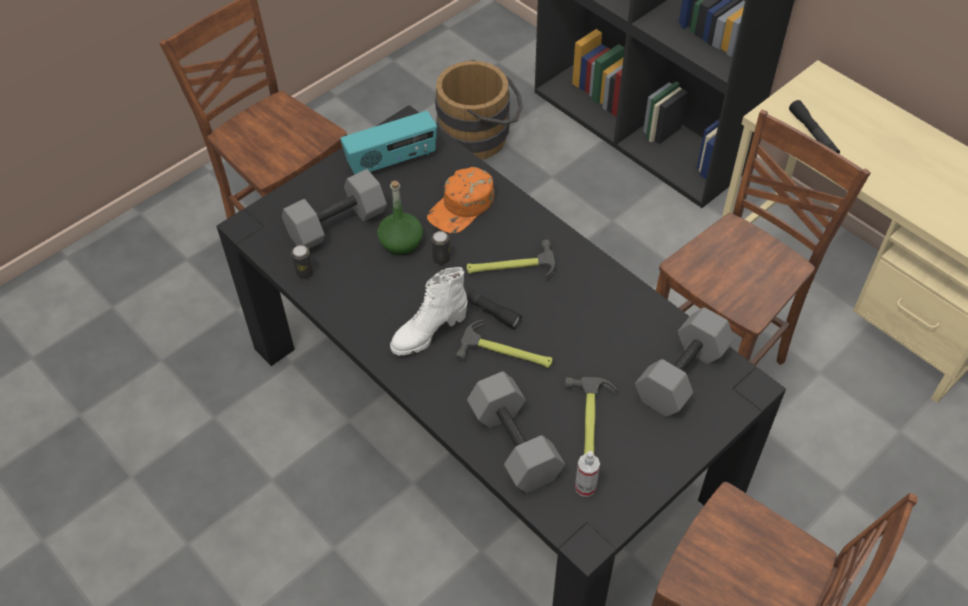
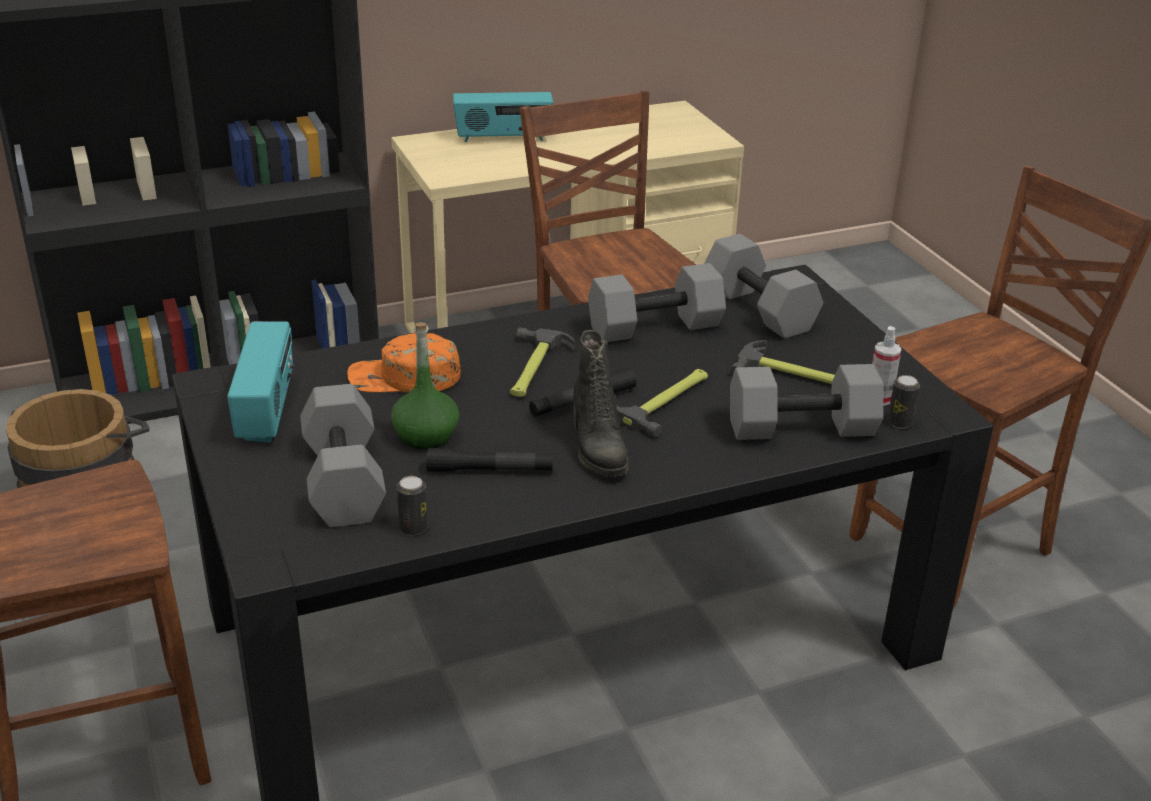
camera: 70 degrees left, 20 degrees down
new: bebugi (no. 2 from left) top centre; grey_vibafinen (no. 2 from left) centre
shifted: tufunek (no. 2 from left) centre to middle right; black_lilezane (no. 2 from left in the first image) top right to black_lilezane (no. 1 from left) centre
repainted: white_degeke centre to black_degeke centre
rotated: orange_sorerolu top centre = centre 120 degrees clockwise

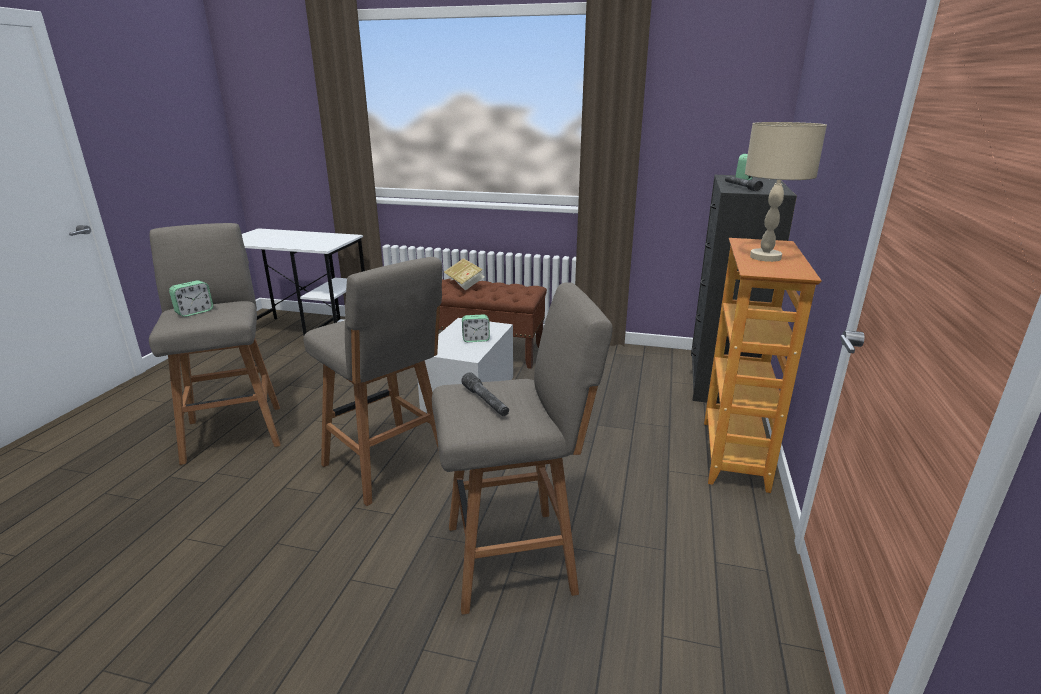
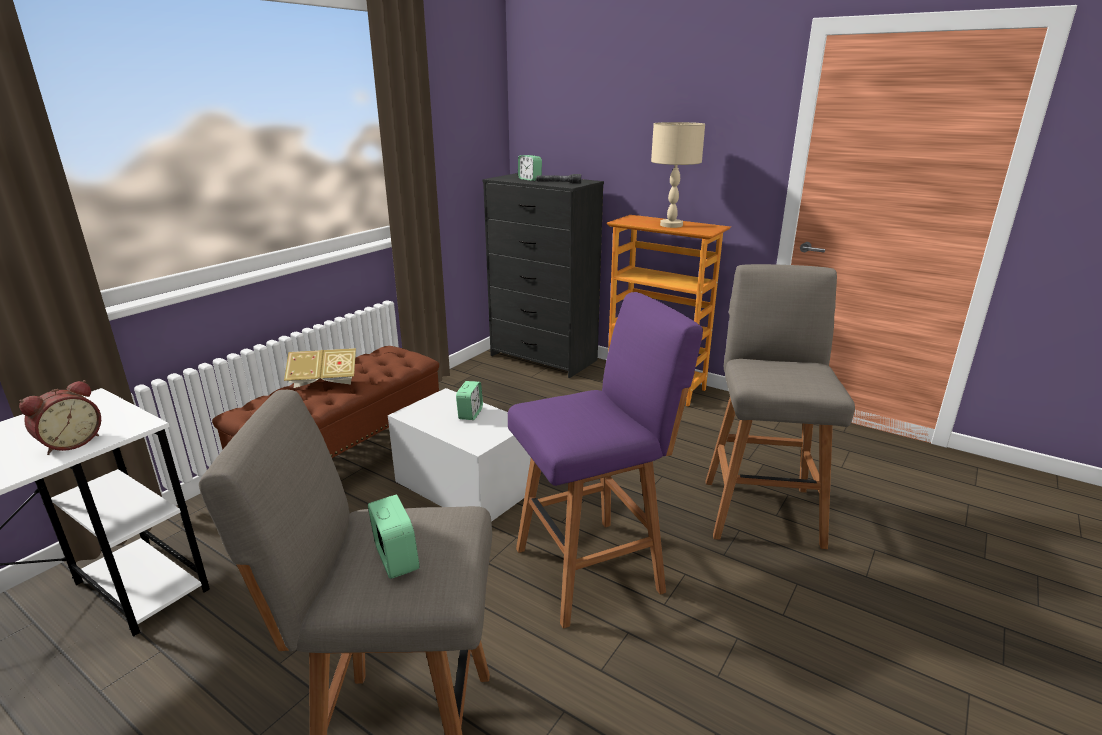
camera: 70 degrees left, 0 degrees up
gone: grey_lilezane (no. 1 from left) centre
new: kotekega (no. 1 from left) middle left
repainted: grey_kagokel (no. 2 from left) centre to purple_kagokel centre

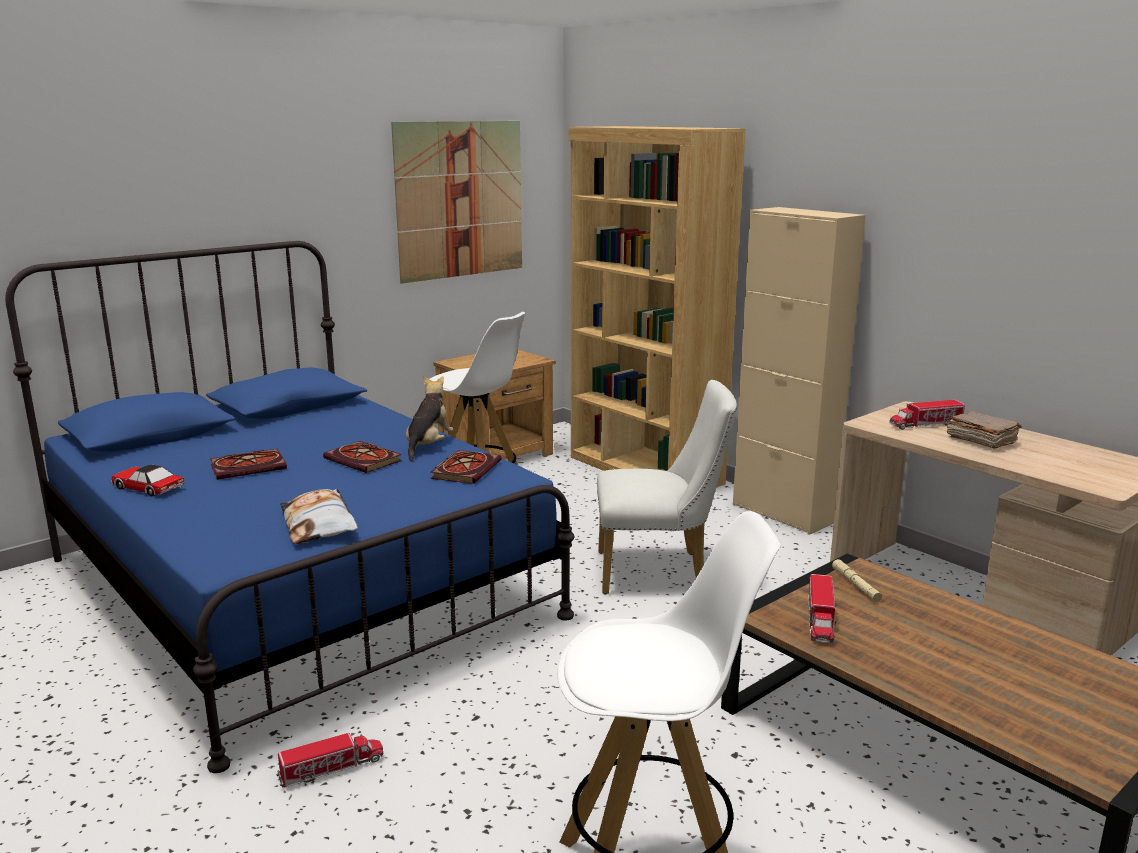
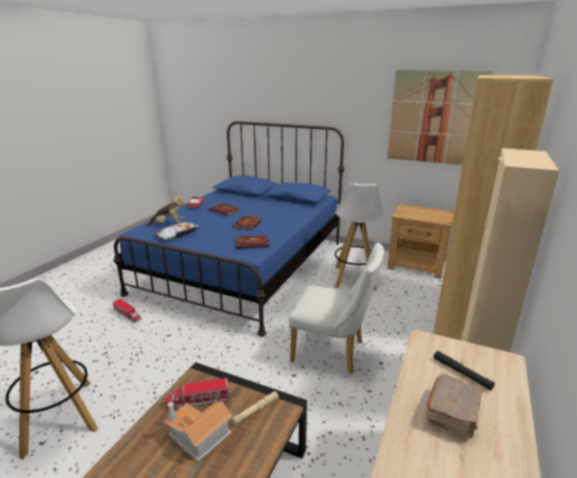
camera: 65 degrees right, 5 degrees up
new: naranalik bottom centre
shifted: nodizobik centre to middle left
swapped: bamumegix (no. 3 from left) middle right to black_lilezane bottom right
rotated: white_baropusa centre = centre 45 degrees counterclockwise

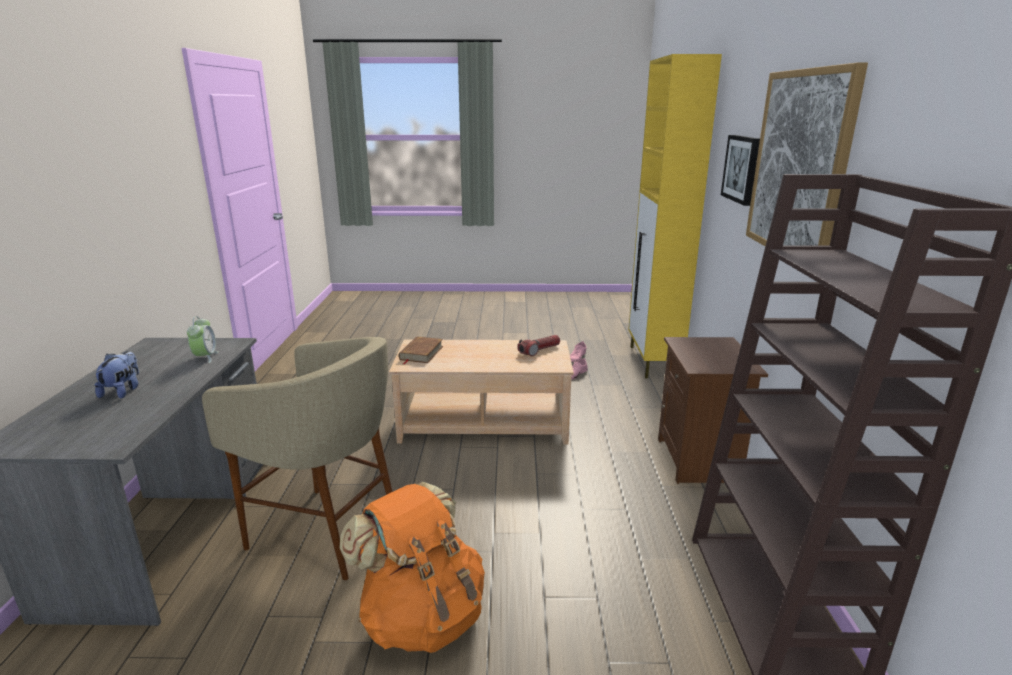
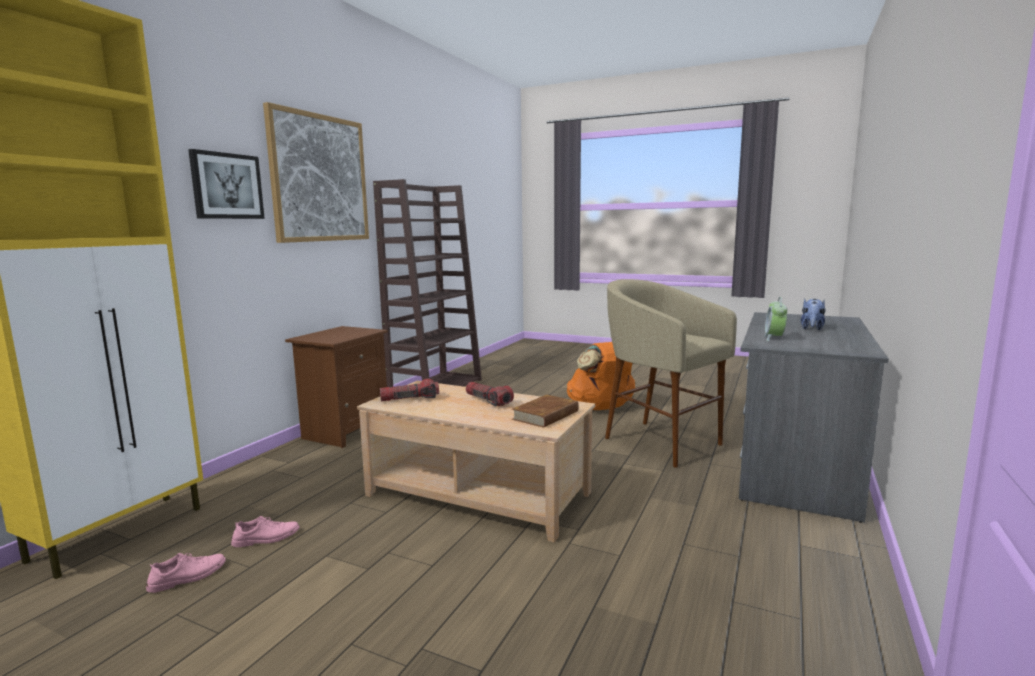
camera: 155 degrees left, 10 degrees down
new: lilezane (no. 2 from left) centre

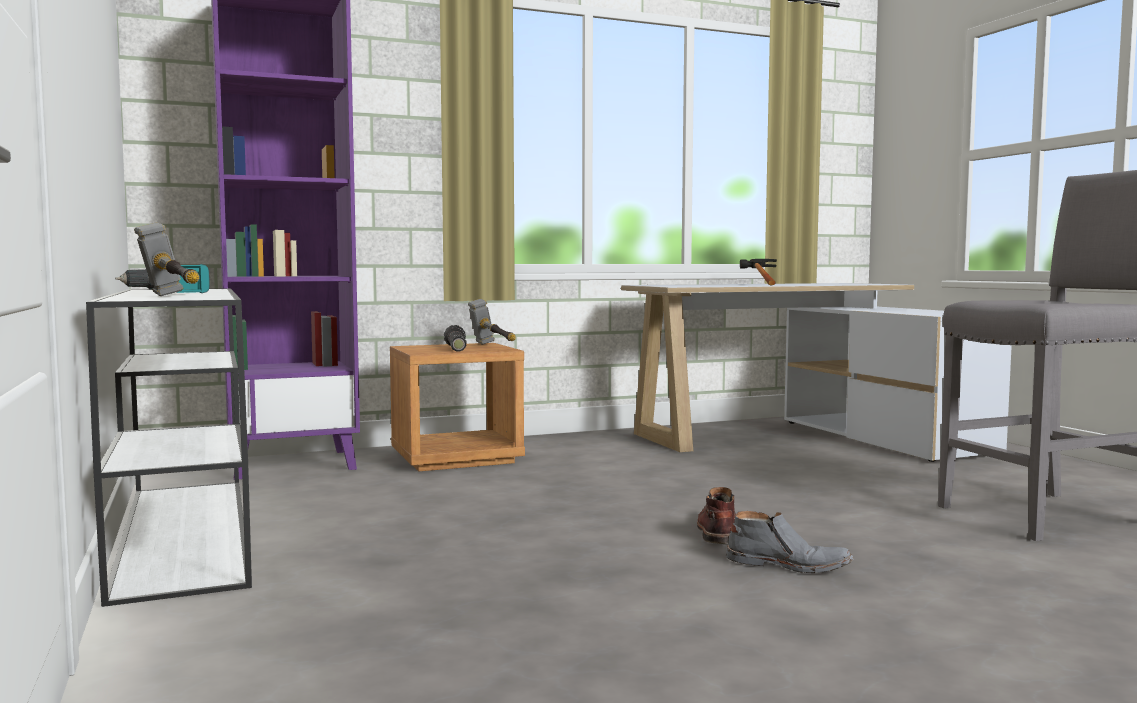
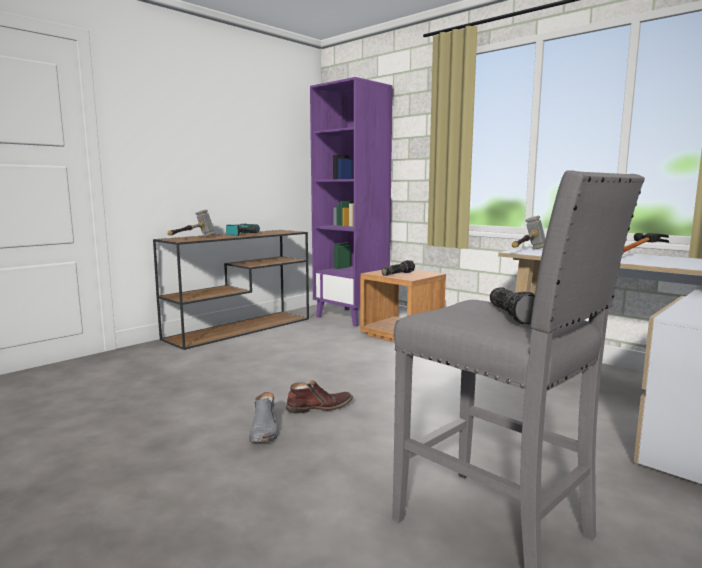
camera: 65 degrees right, 5 degrees up
new: lilezane (no. 2 from left) middle right
shifted: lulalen (no. 2 from left) centre to middle right
repainted: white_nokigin middle left to brown_nokigin middle left

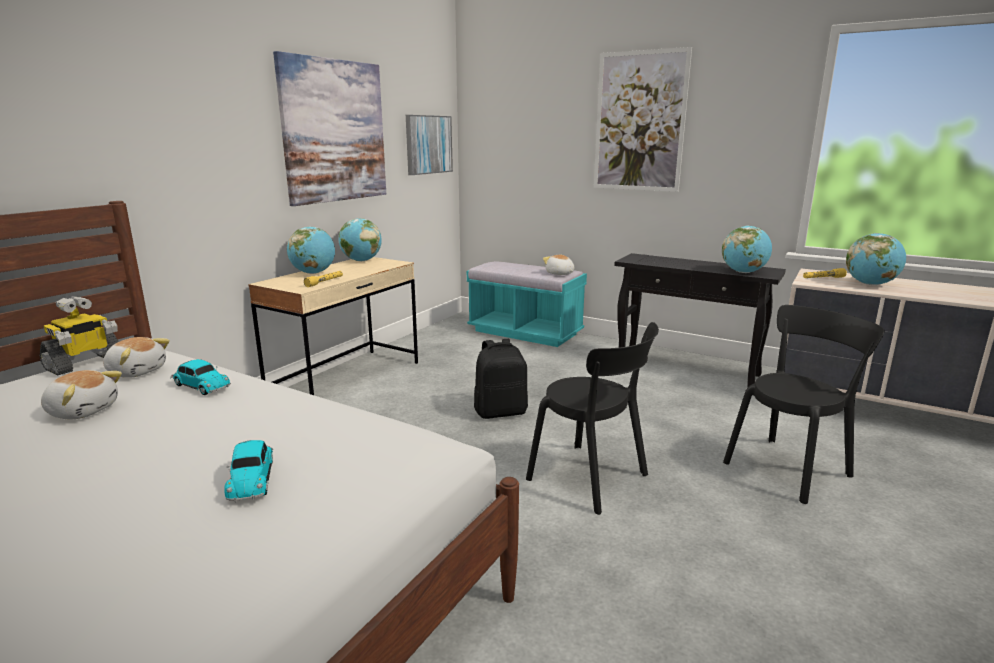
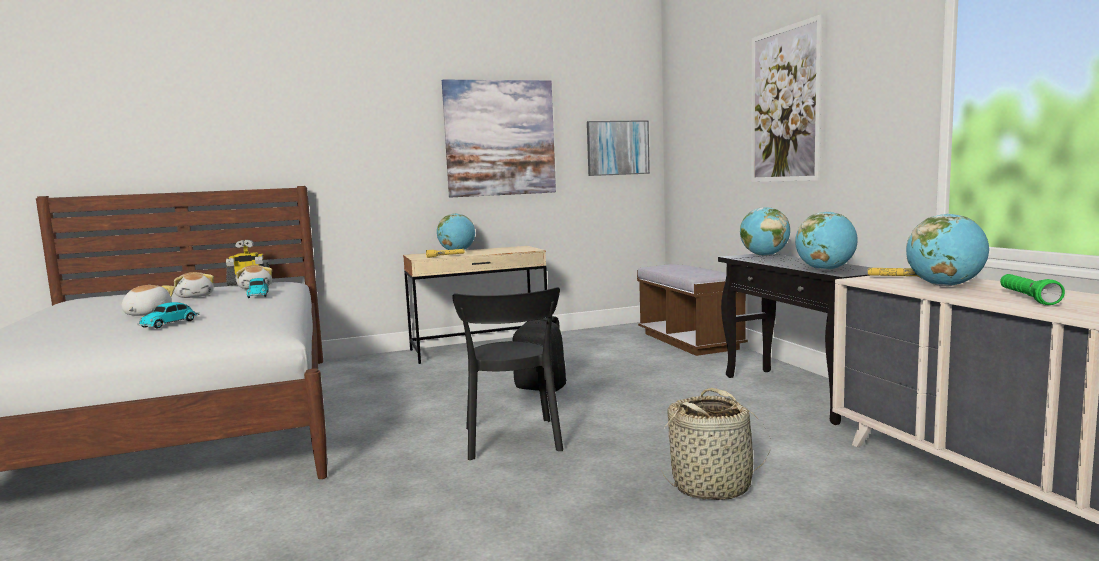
camera: 40 degrees right, 10 degrees down
new: green_lilezane middle right
shifted: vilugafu (no. 2 from left) centre to middle right; nodizobik (no. 3 from left in the first image) centre to nodizobik (no. 1 from left) middle left
swapped: black_baropusa (no. 2 from left) middle right to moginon bottom centre
repainted: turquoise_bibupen centre to brown_bibupen centre

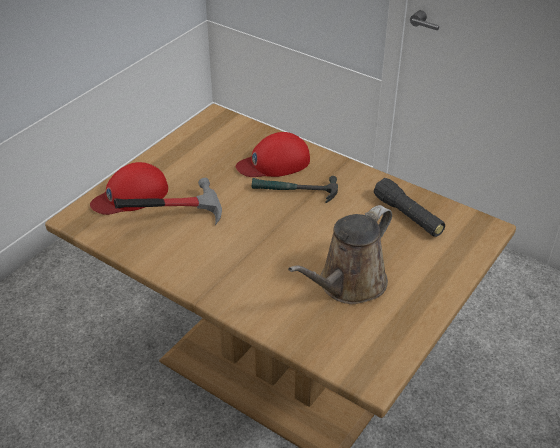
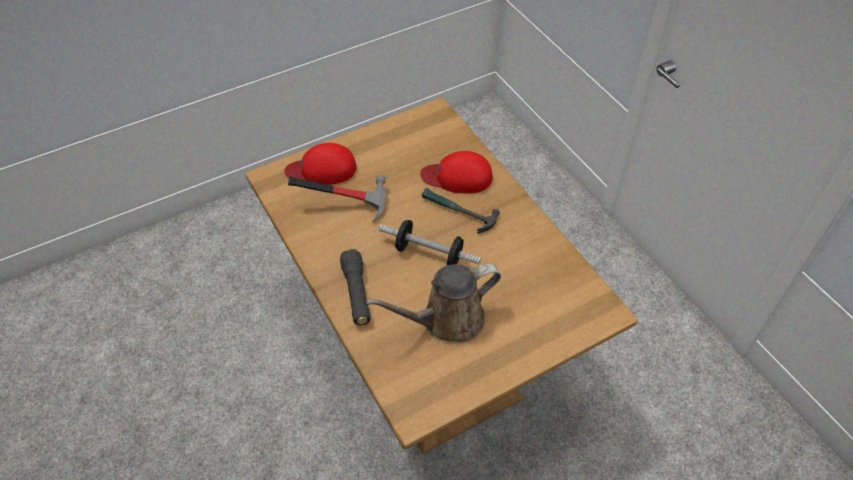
camera: 25 degrees right, 10 degrees up
new: vibafinen centre
shifted: black_lilezane middle right to centre

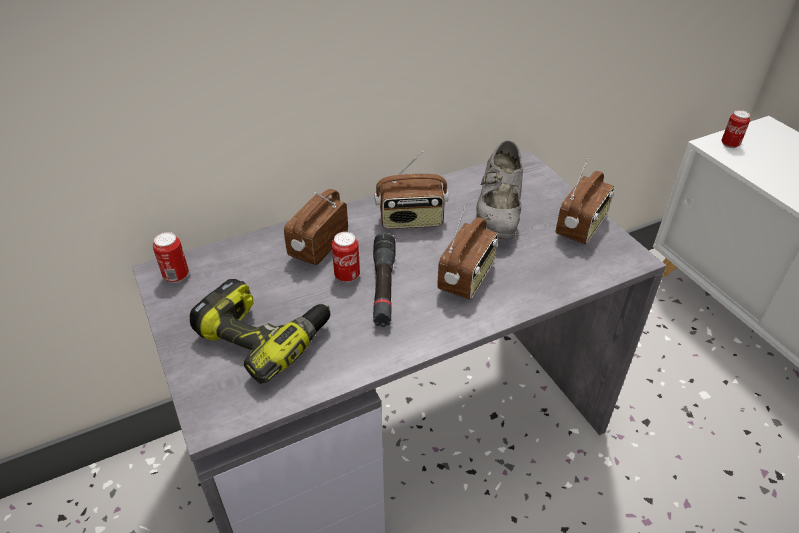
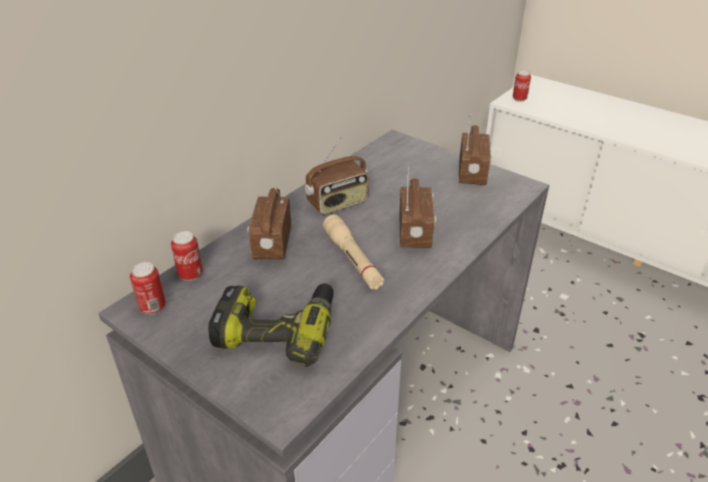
camera: 25 degrees left, 5 degrees down
gone: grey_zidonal centre
shifted: tufunek (no. 2 from left) centre to middle left
repainted: black_lilezane centre to beige_lilezane centre

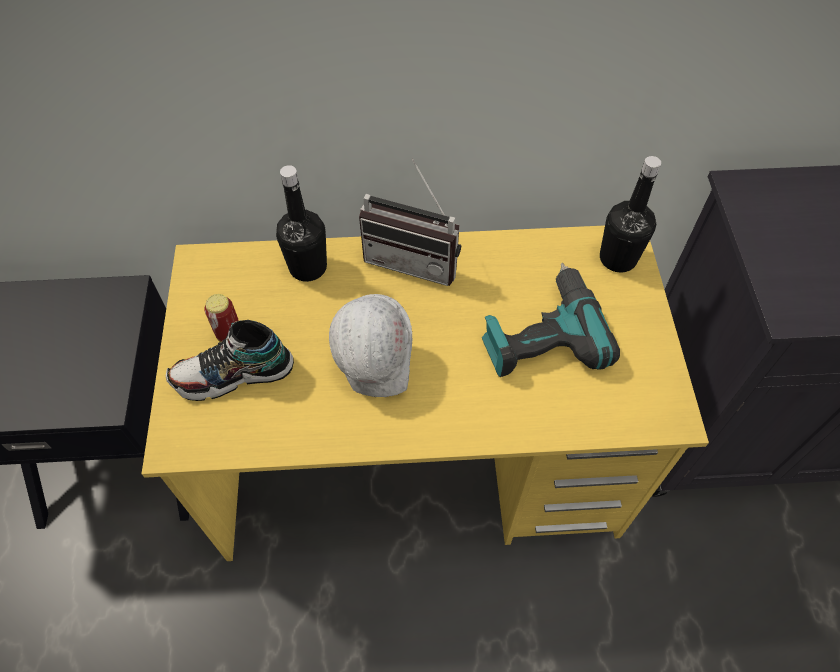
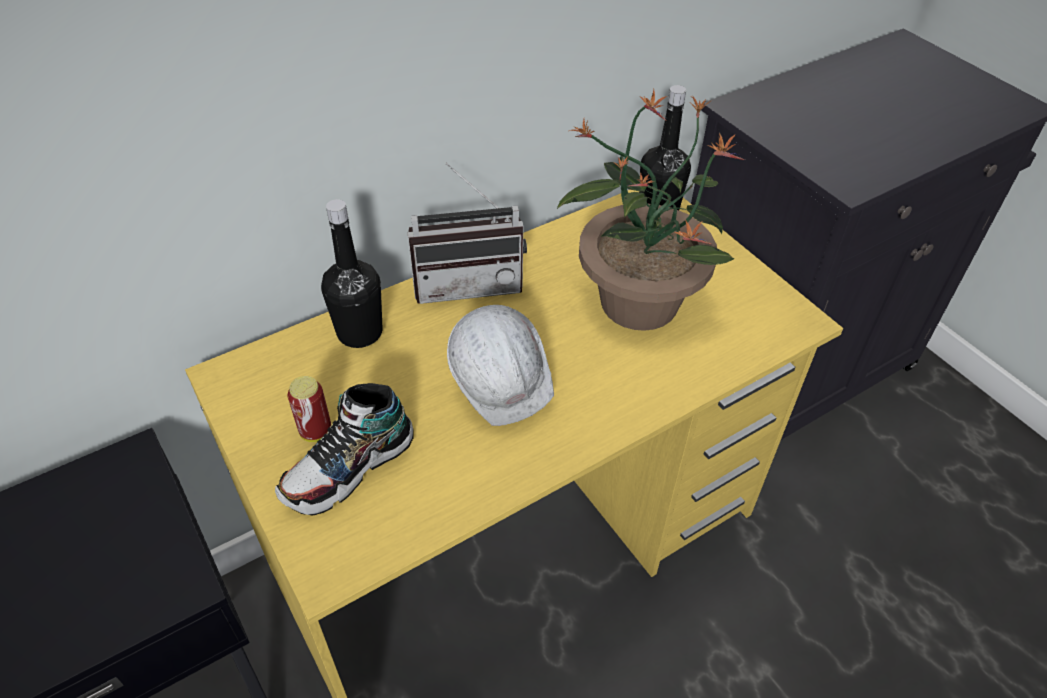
camera: 30 degrees left, 10 degrees down
swapped: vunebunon centre to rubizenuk top centre

